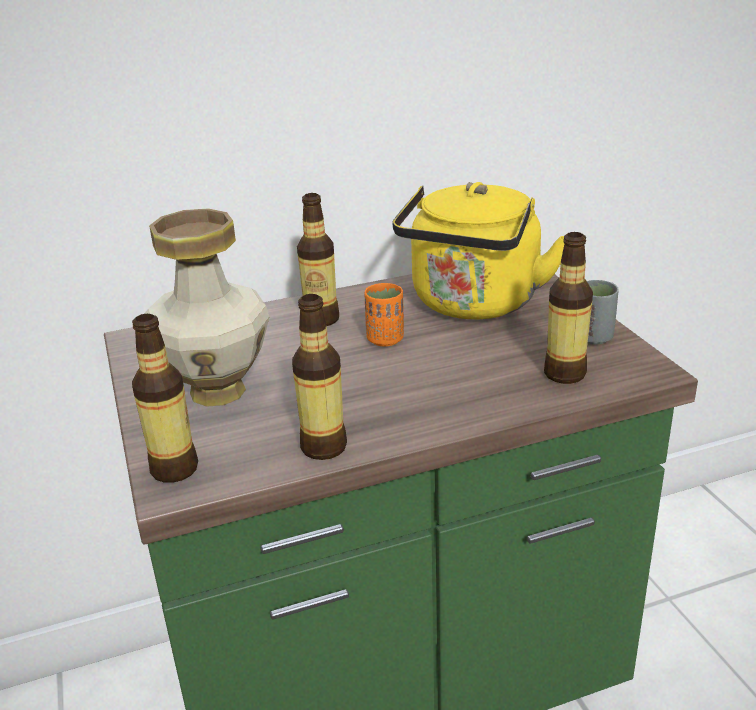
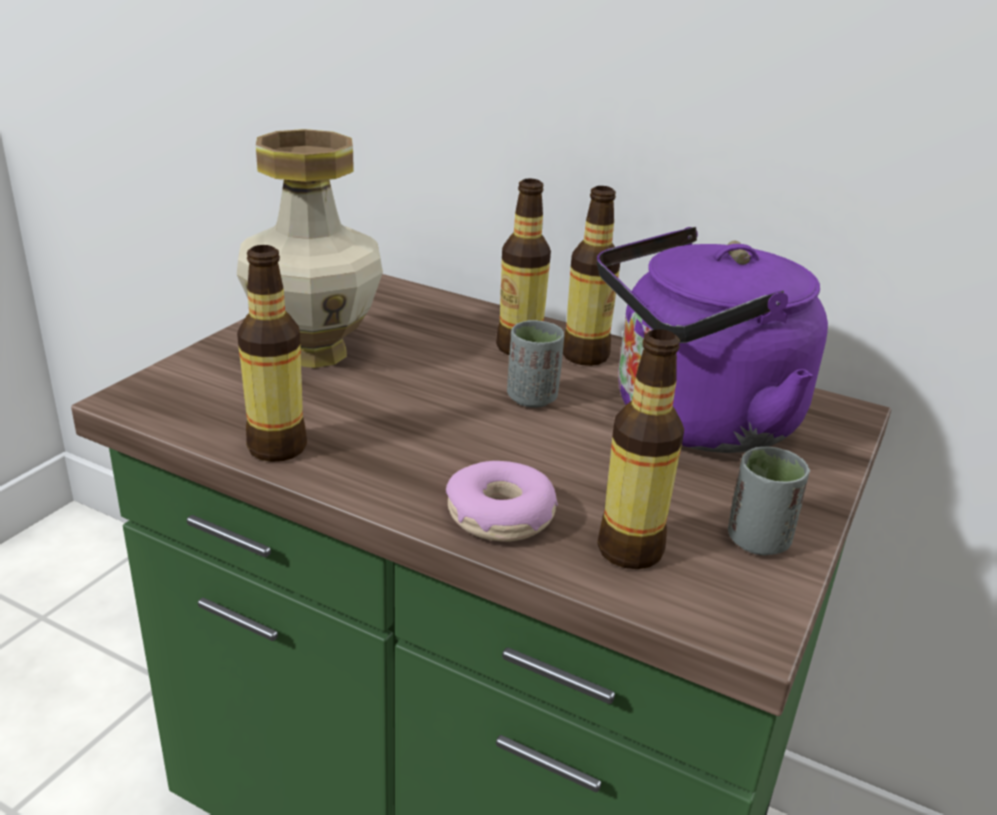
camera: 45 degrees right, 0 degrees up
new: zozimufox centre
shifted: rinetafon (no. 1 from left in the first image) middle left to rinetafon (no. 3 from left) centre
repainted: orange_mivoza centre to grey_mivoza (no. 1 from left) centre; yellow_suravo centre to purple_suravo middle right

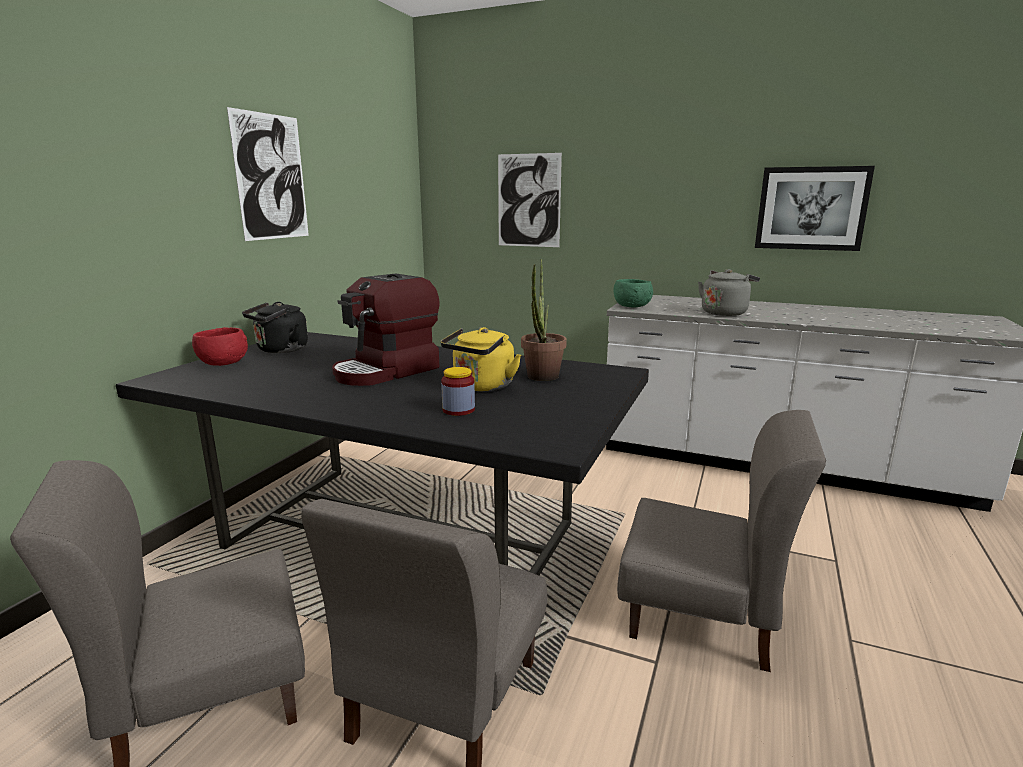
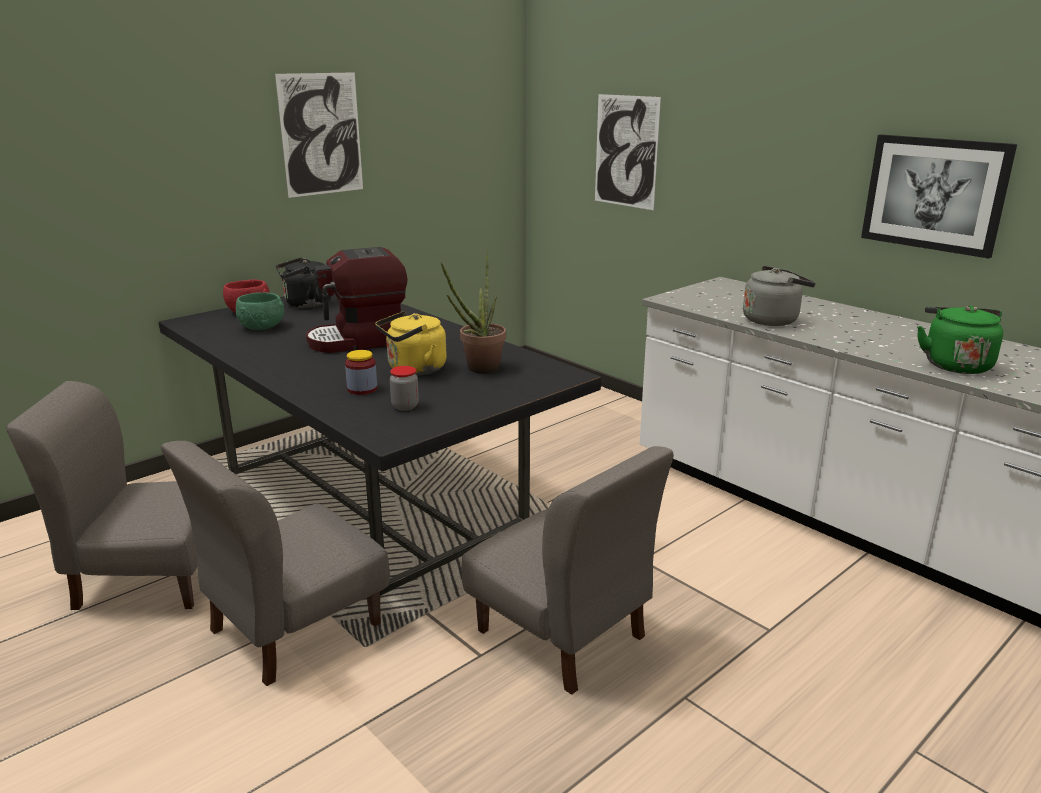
camera: 25 degrees right, 5 degrees up
new: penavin (no. 2 from left) centre; green_suravo middle right
shifted: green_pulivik centre to middle left

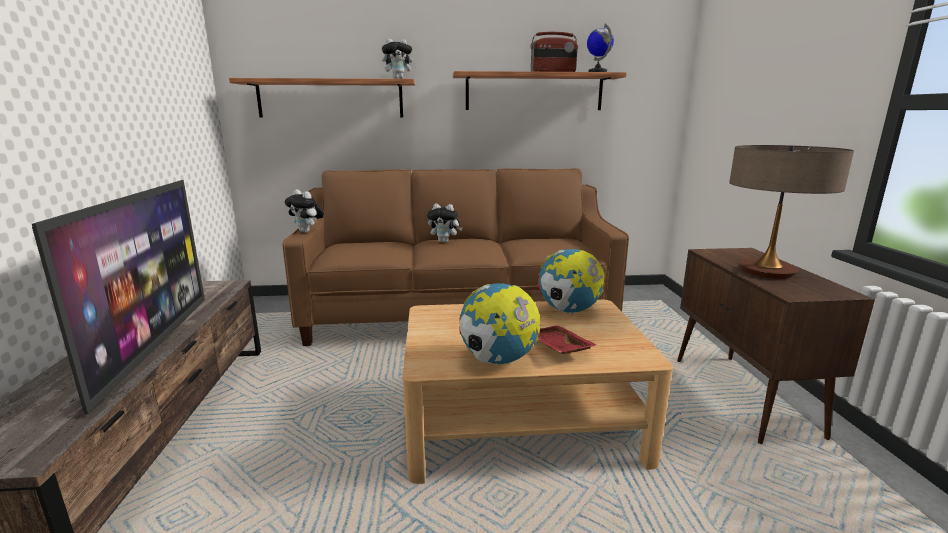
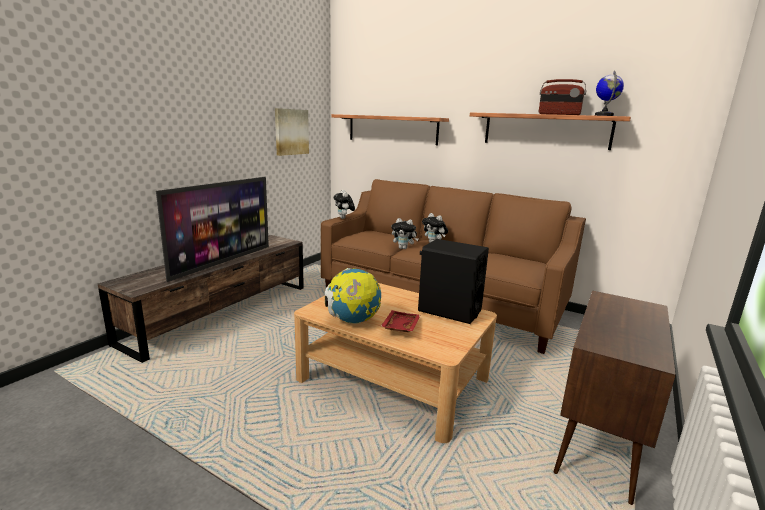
camera: 35 degrees right, 0 degrees up
gone: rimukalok middle right
new: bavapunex top centre
shifted: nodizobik (no. 2 from left) top centre to centre
swapped: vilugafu (no. 2 from left) centre to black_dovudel centre

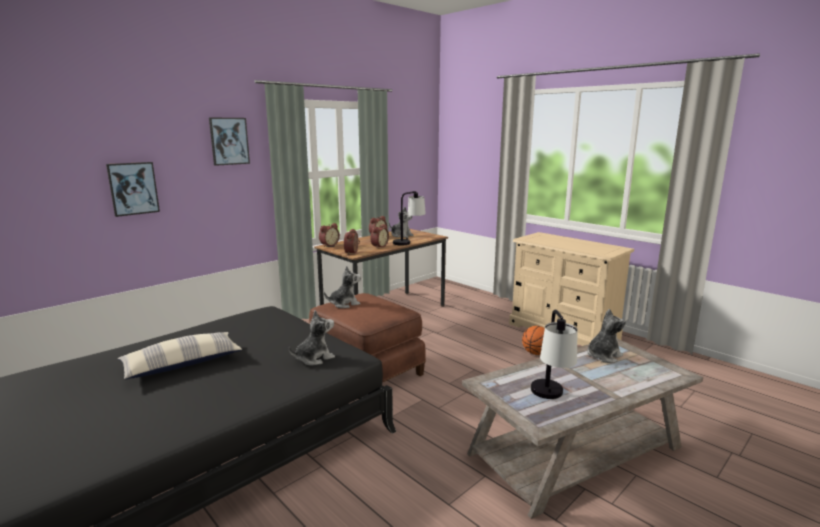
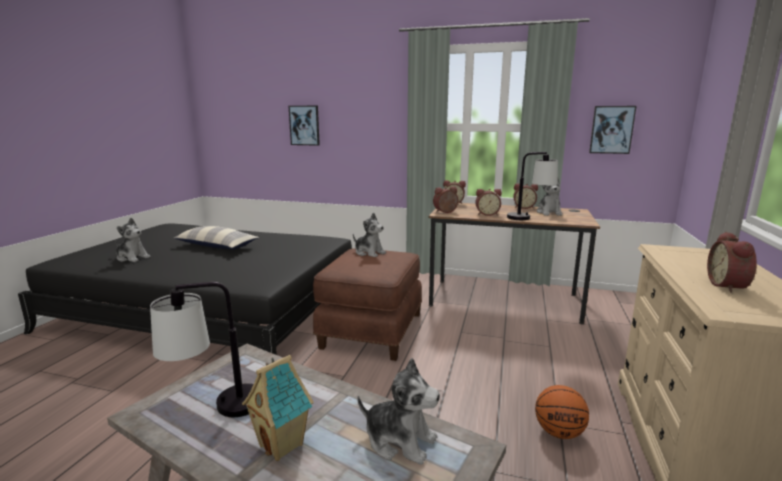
camera: 60 degrees right, 0 degrees up
new: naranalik bottom centre; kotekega (no. 5 from left) middle right
shifted: bavapunex (no. 2 from left) top left to top right; nodizobik (no. 1 from left) centre to middle left

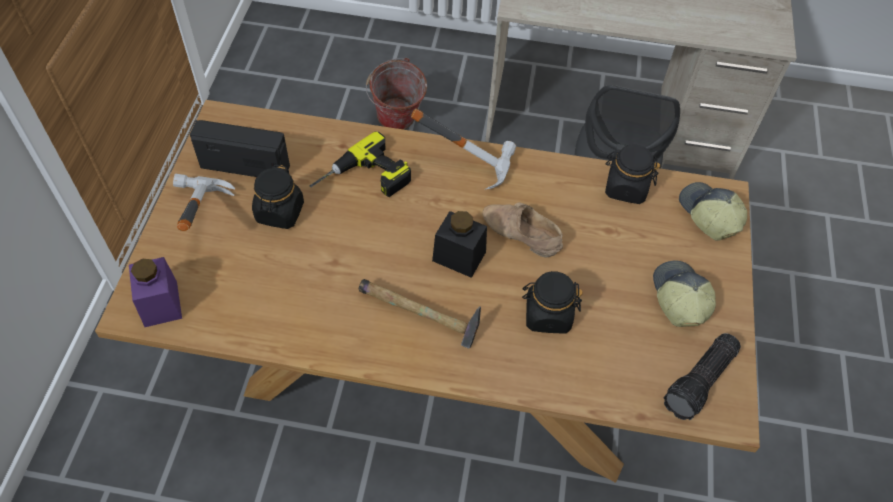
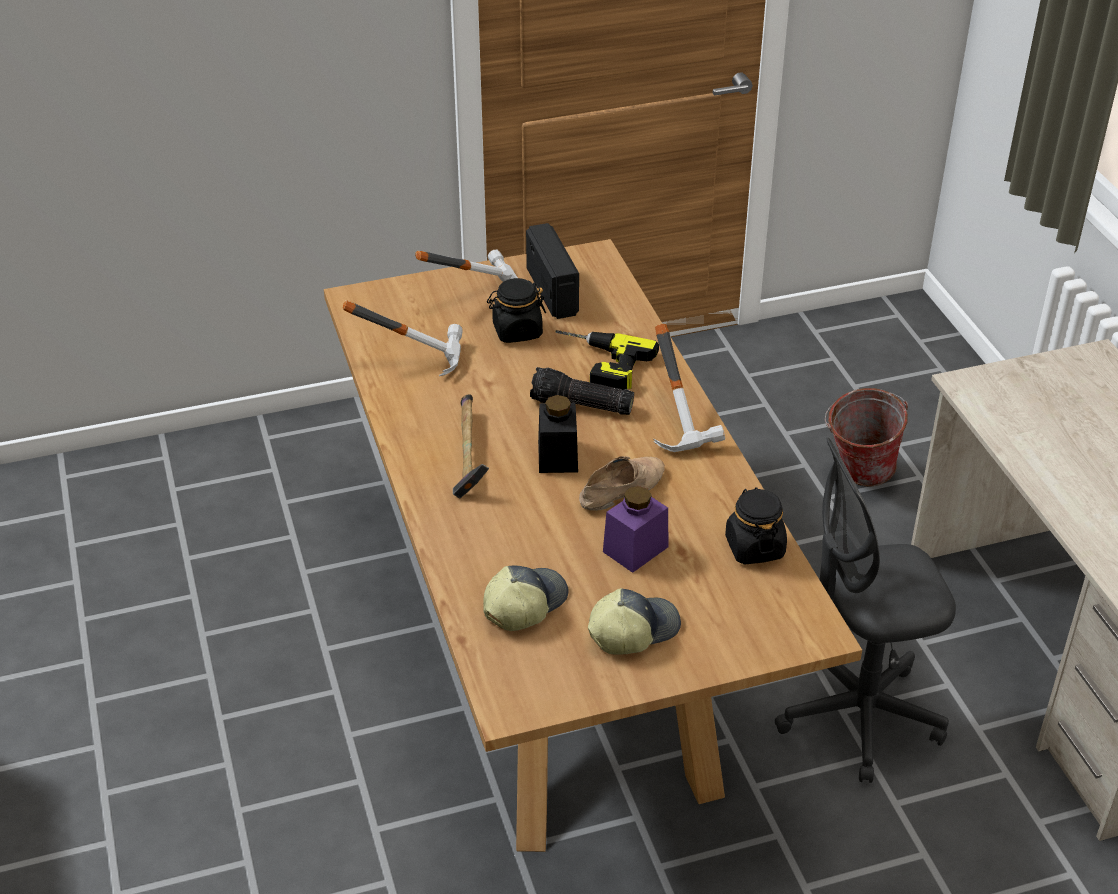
camera: 65 degrees right, 15 degrees down
gone: black_penavin (no. 3 from left) centre
new: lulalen (no. 1 from left) centre
shifted: purple_penavin middle left to centre; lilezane bottom right to centre; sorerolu (no. 2 from left in the first image) middle right to sorerolu (no. 1 from left) bottom centre
rotated: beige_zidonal centre = centre 45 degrees clockwise

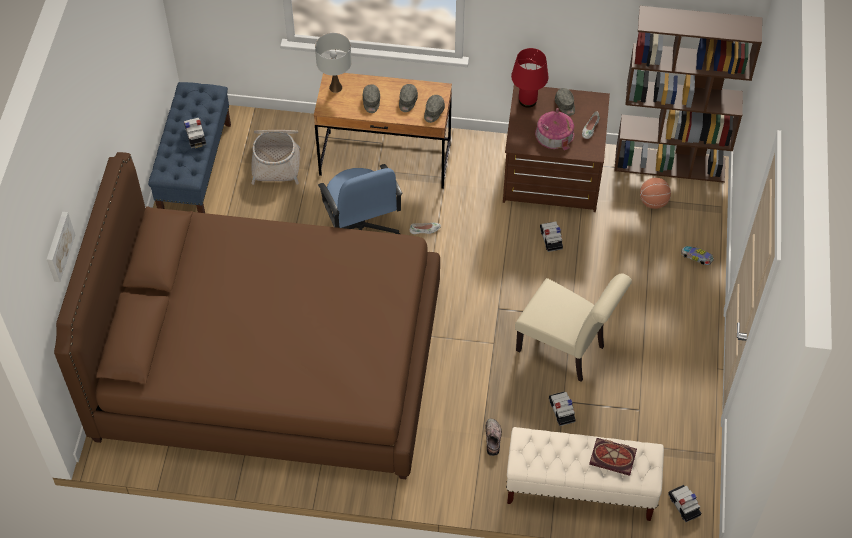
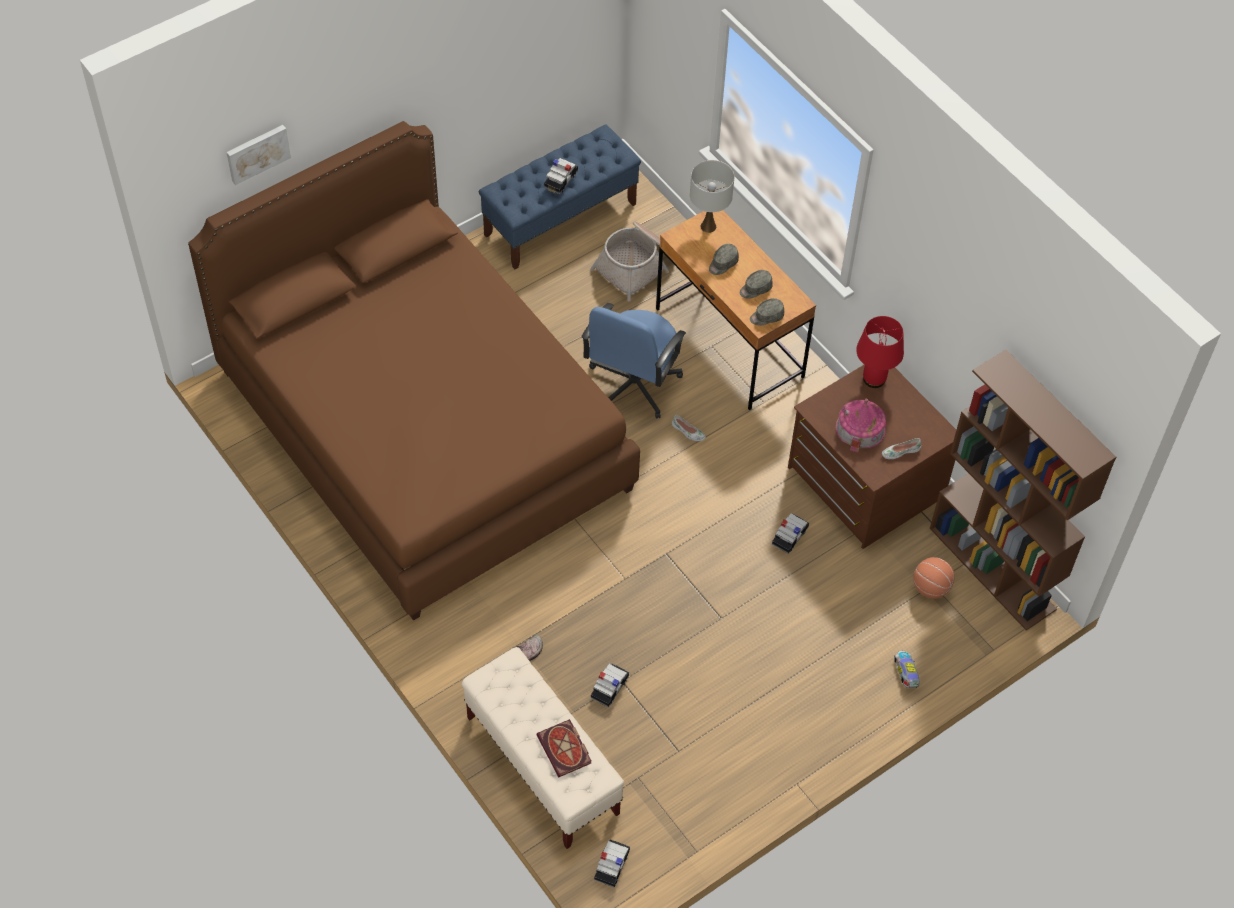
camera: 45 degrees right, 0 degrees up
gone: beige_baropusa middle right; grey_sorerolu (no. 4 from left) top centre

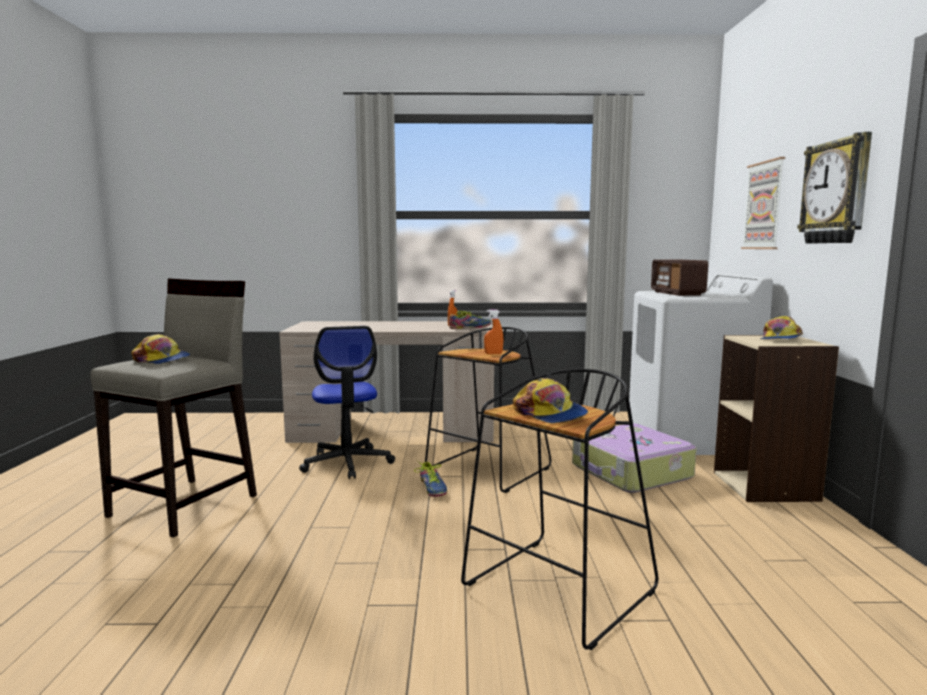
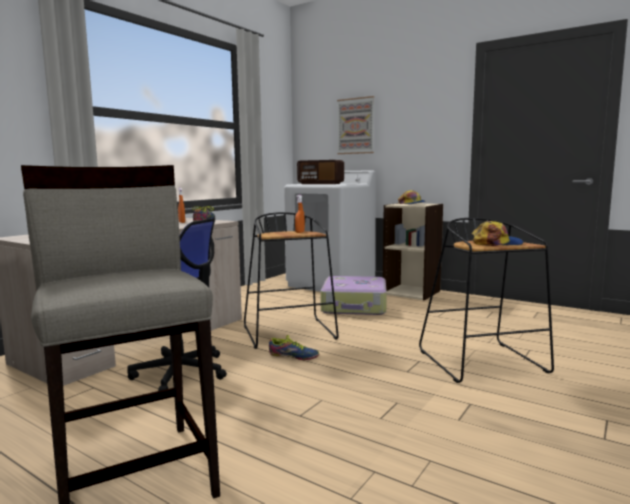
camera: 55 degrees left, 0 degrees up
gone: sorerolu (no. 1 from left) middle left; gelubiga top right

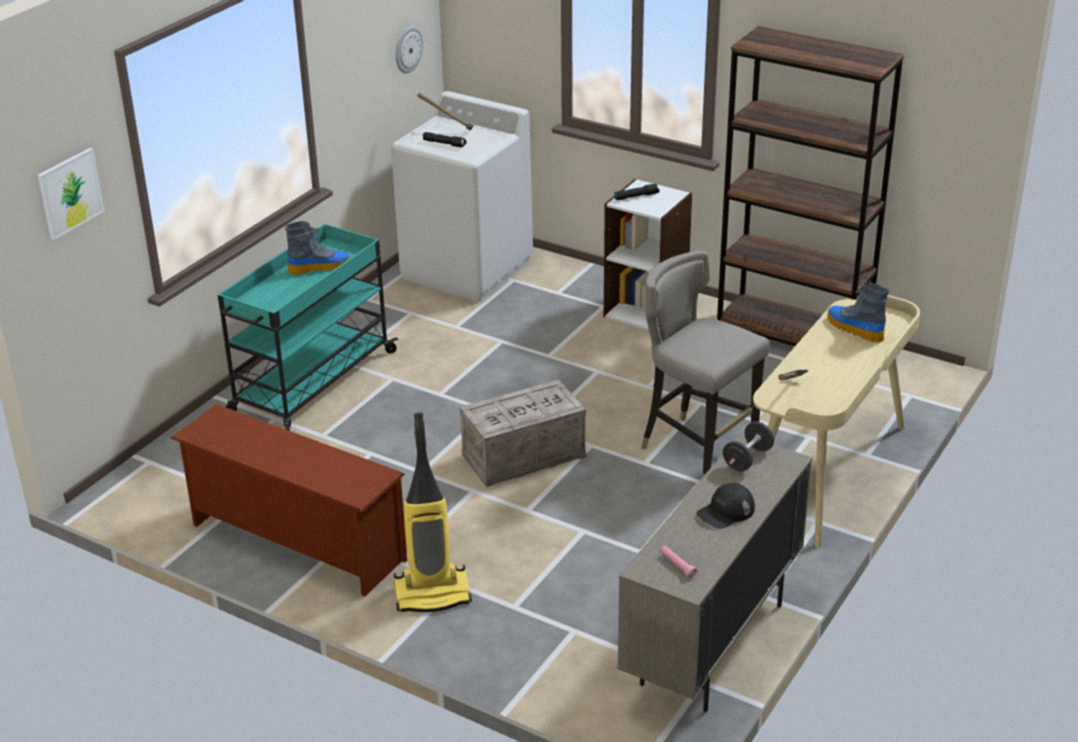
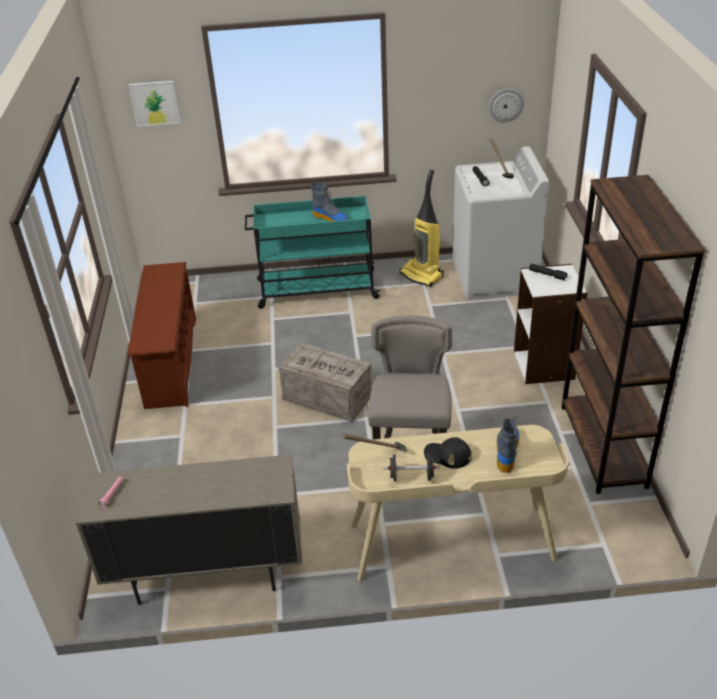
camera: 55 degrees right, 5 degrees up
shifted: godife bottom centre to top centre; black_sorerolu bottom right to centre; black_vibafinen middle right to bottom centre

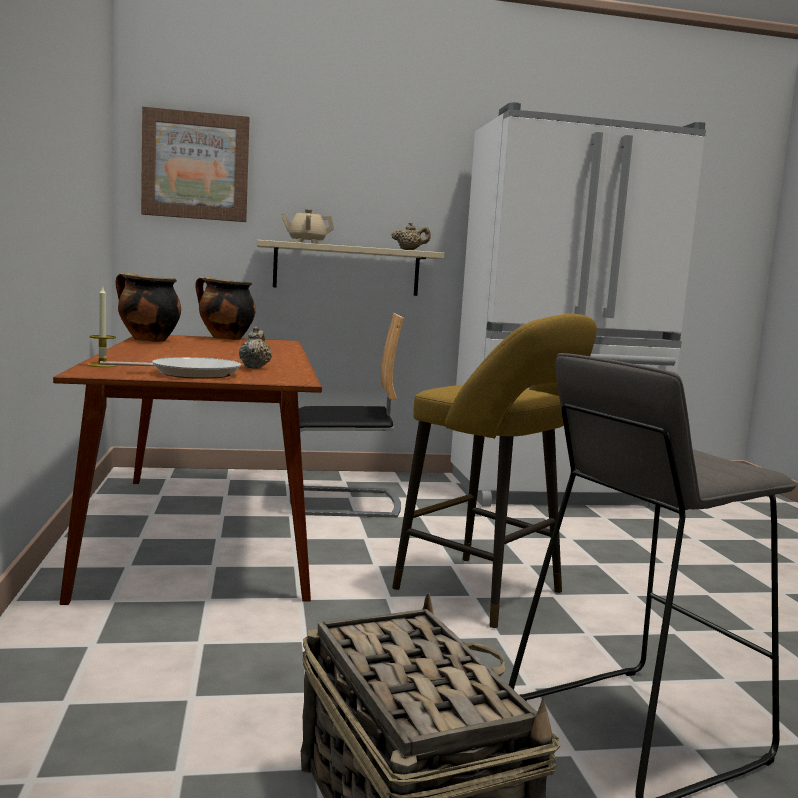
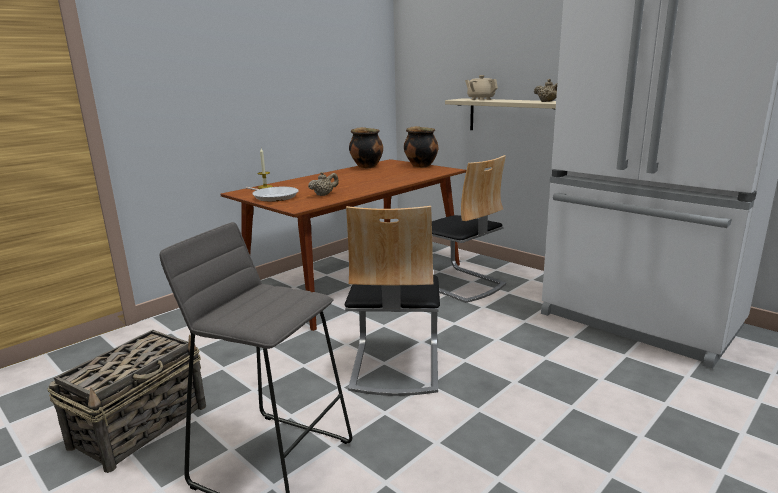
camera: 55 degrees right, 10 degrees up
gone: bavapunex top left
swapped: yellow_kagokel centre to baropusa (no. 1 from left) centre

